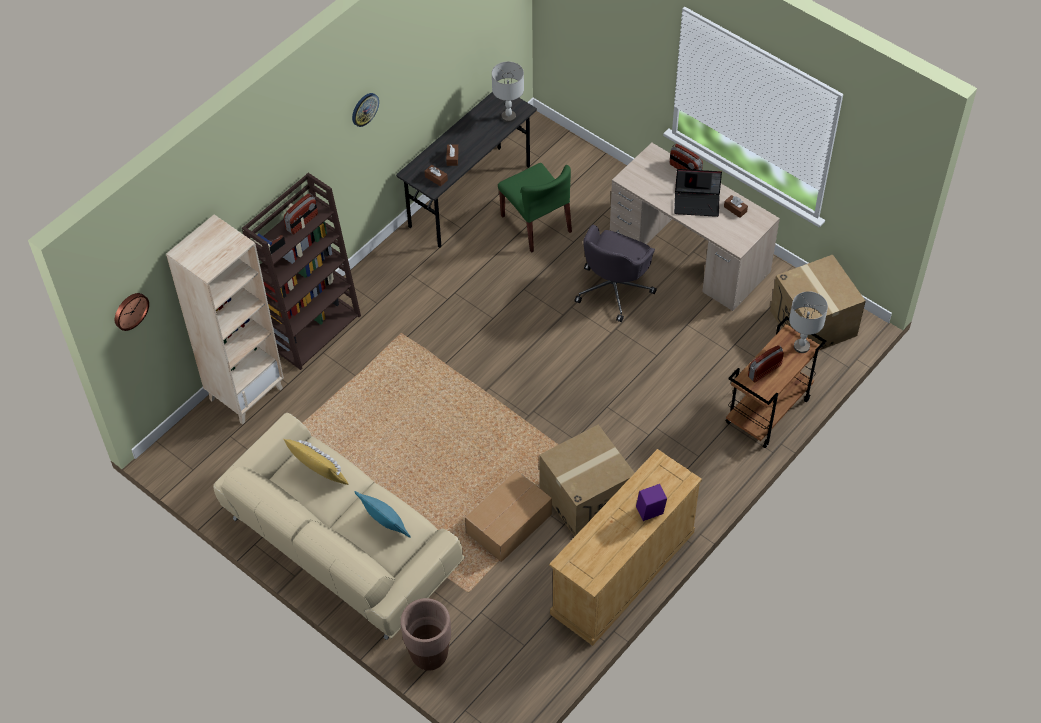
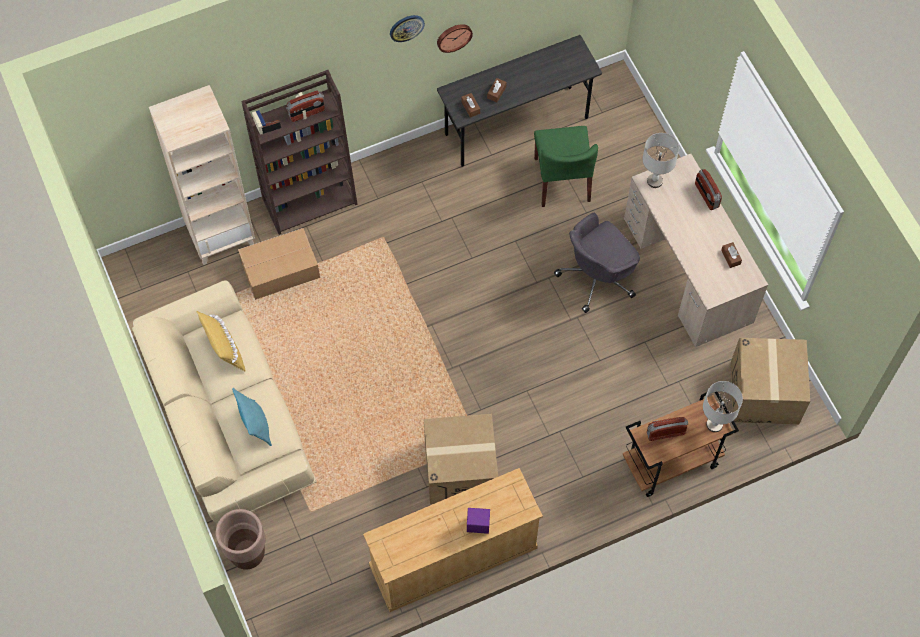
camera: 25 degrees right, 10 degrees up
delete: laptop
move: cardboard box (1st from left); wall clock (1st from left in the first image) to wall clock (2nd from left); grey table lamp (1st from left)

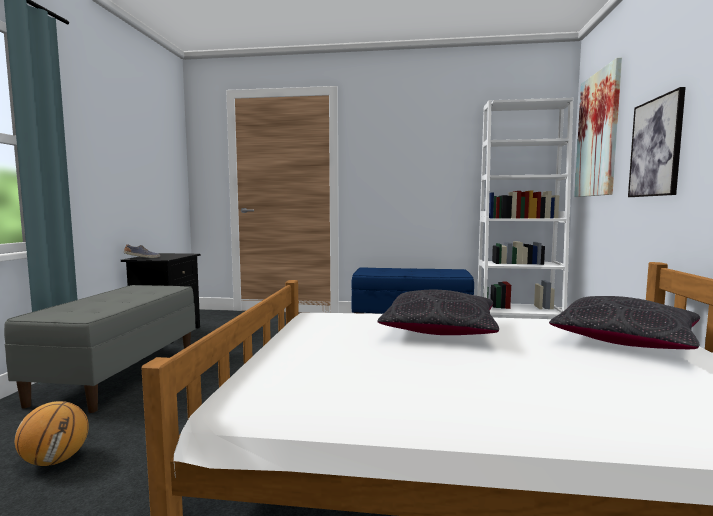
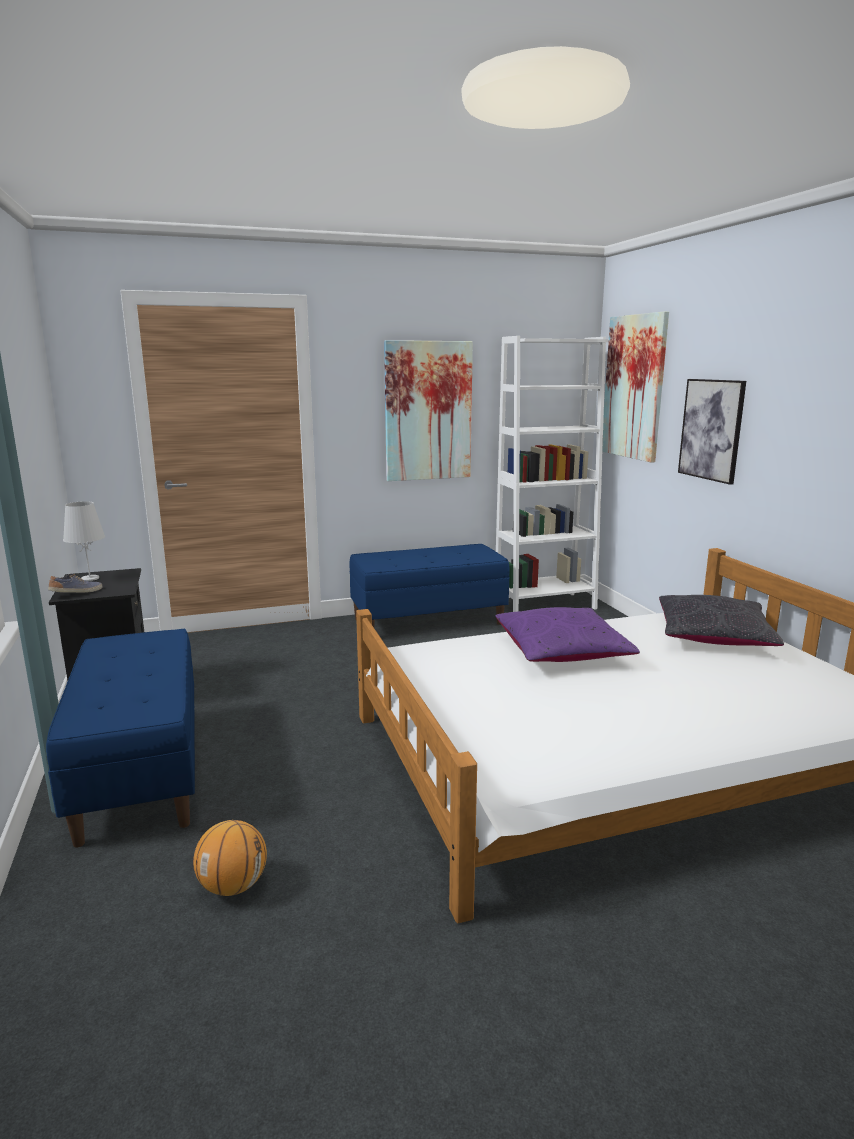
camera: 25 degrees left, 10 degrees up
insert: white table lamp; picture (1st from left)
recolor: grey bench to blue bench (1st from left); black pillow (1st from left) to purple pillow

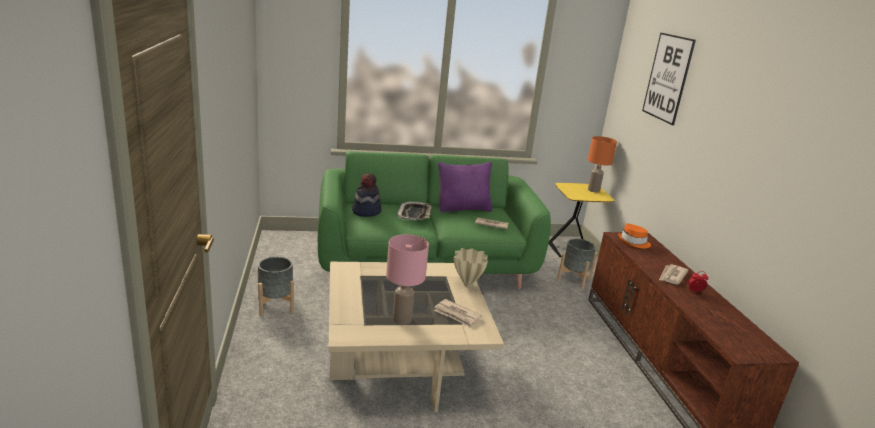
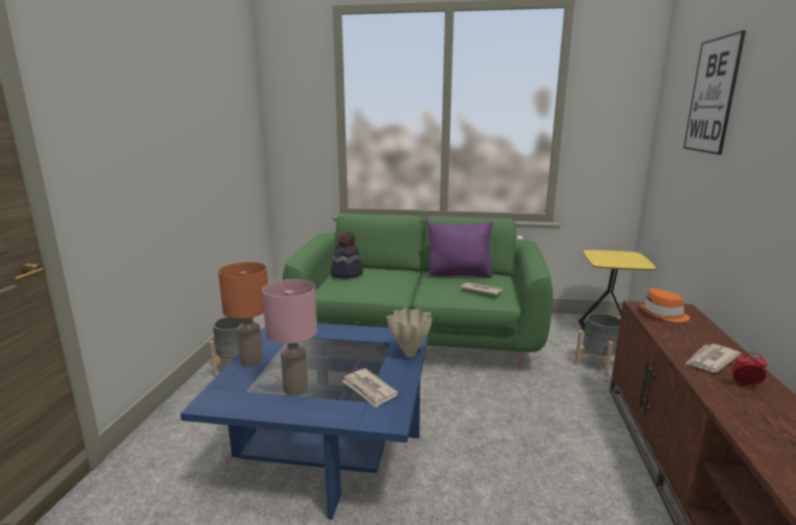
camera: 20 degrees right, 5 degrees down
delete: tray
move: orange table lamp
recolor: beige coffee table to blue coffee table

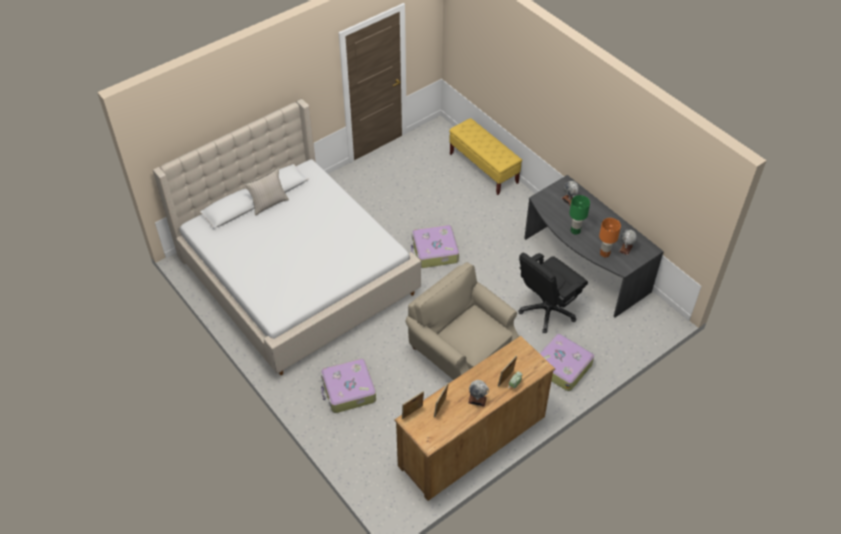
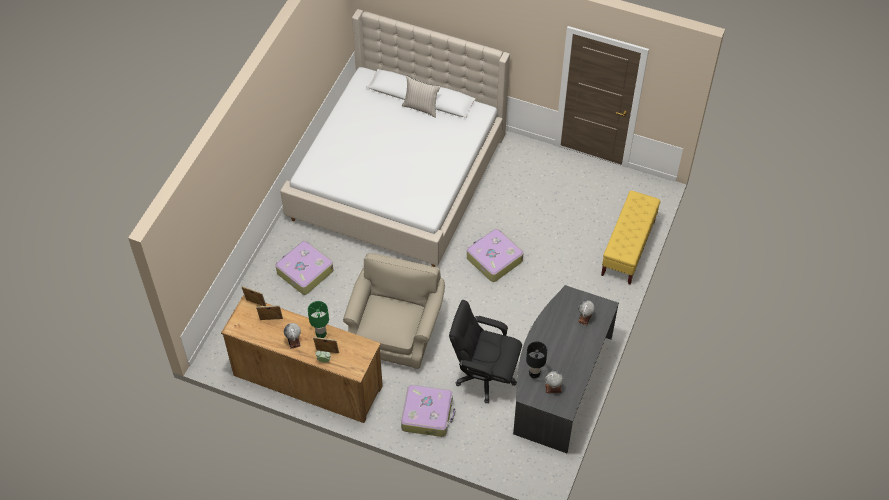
camera: 60 degrees right, 5 degrees up
move: green table lamp
recolor: orange table lamp to black table lamp

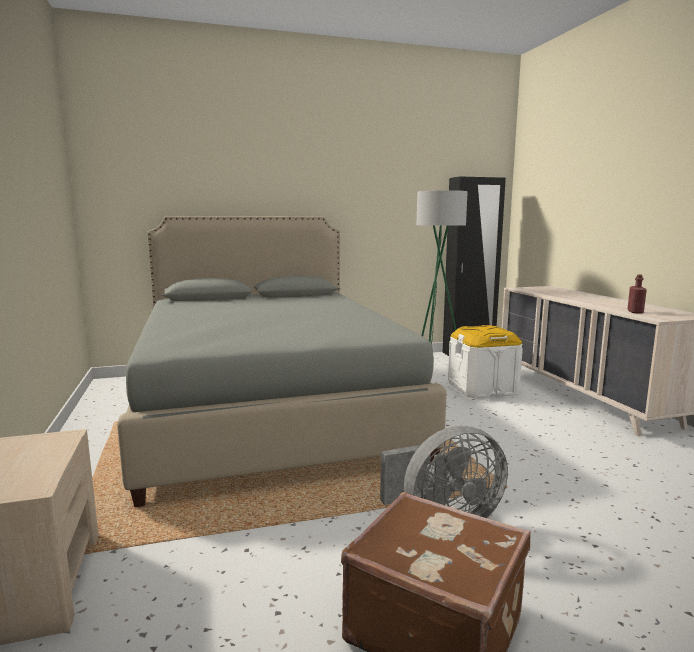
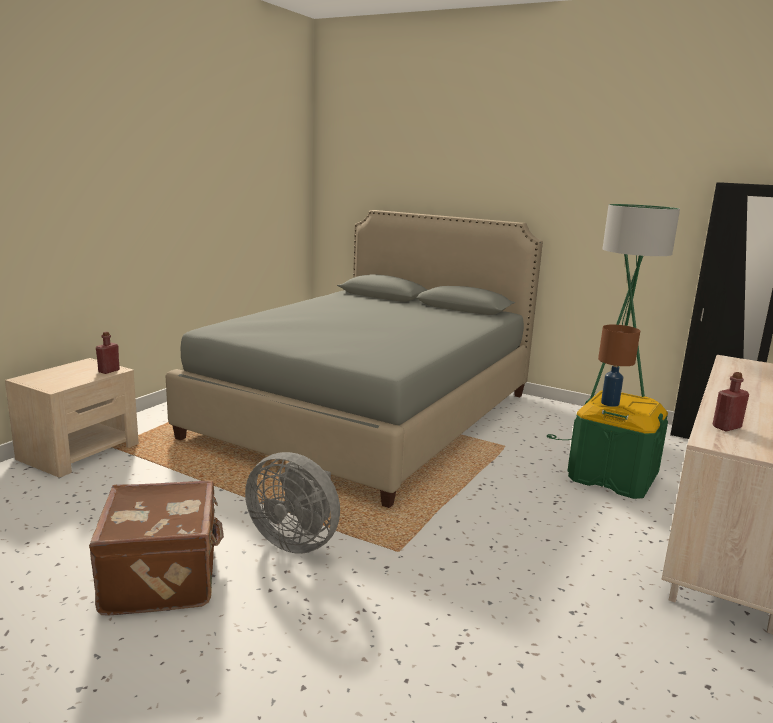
camera: 45 degrees right, 5 degrees up
insert: red bottle (1st from left); brown table lamp
recolor: white storage box to green storage box

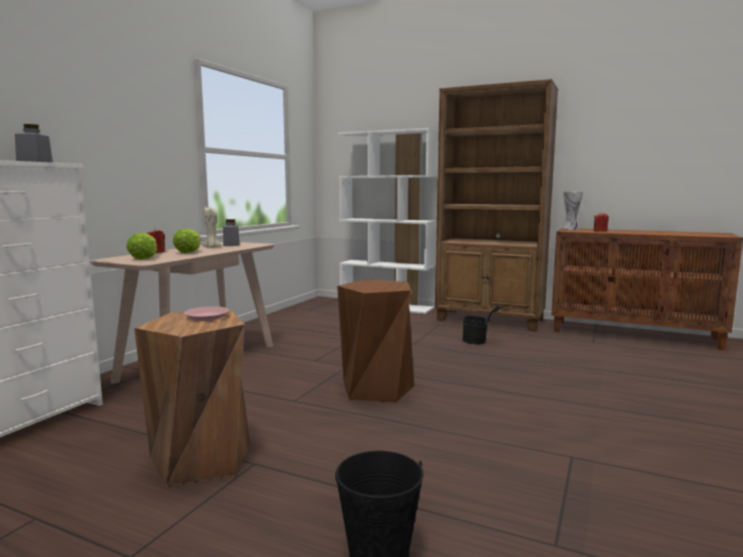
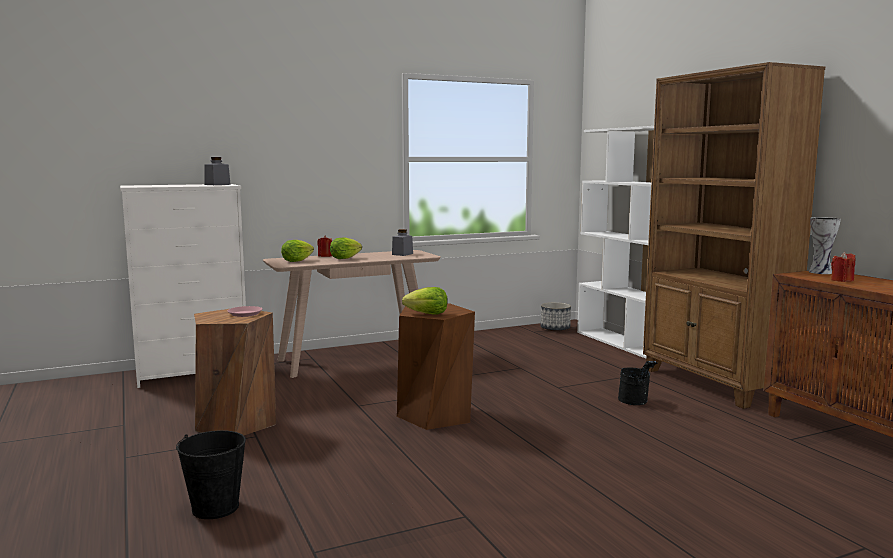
camera: 40 degrees right, 0 degrees up
delete: beige candle
insert: lettuce (3rd from left); planter

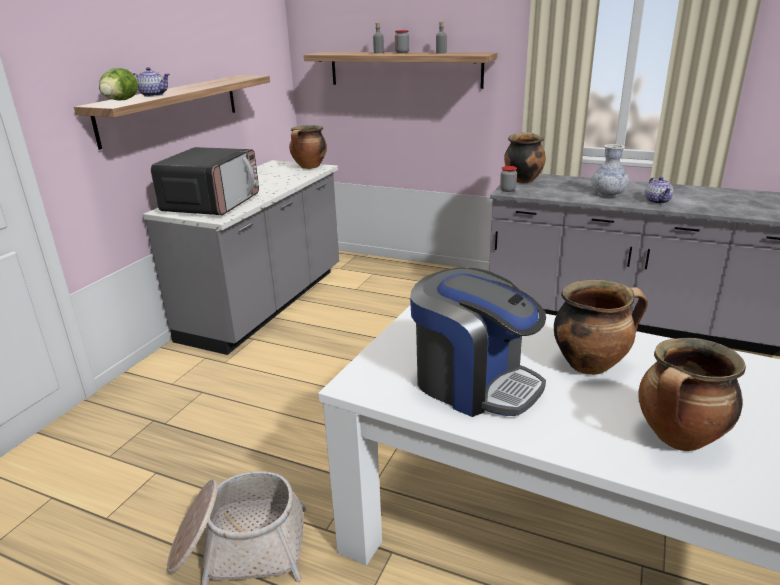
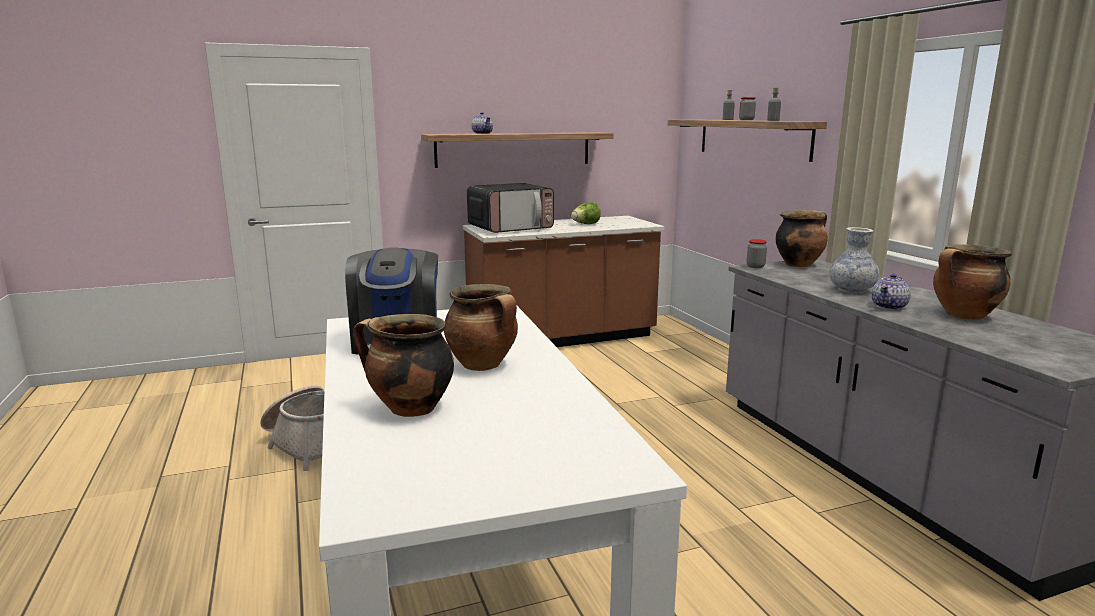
camera: 45 degrees right, 10 degrees down
move: lettuce; cooking pot (1st from left in the first image) to cooking pot (4th from left)
recolor: grey counter (1st from left) to brown counter

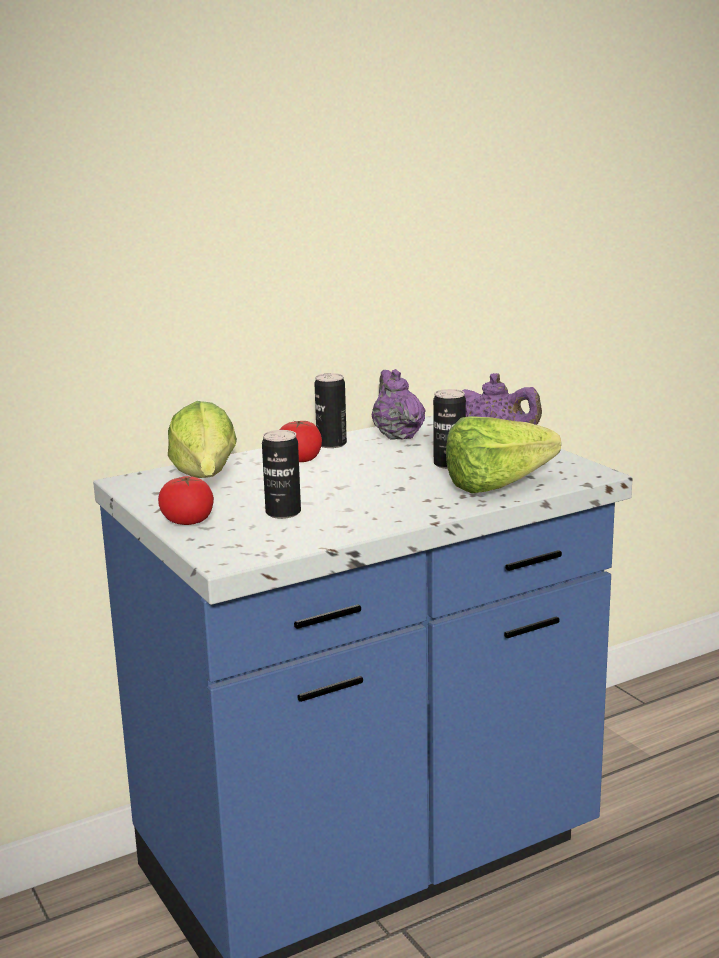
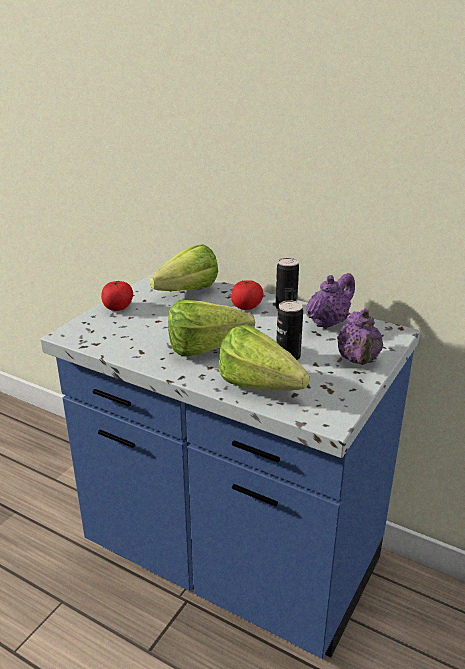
camera: 60 degrees right, 10 degrees up
delete: can (1st from left)
insert: lettuce (2nd from left)

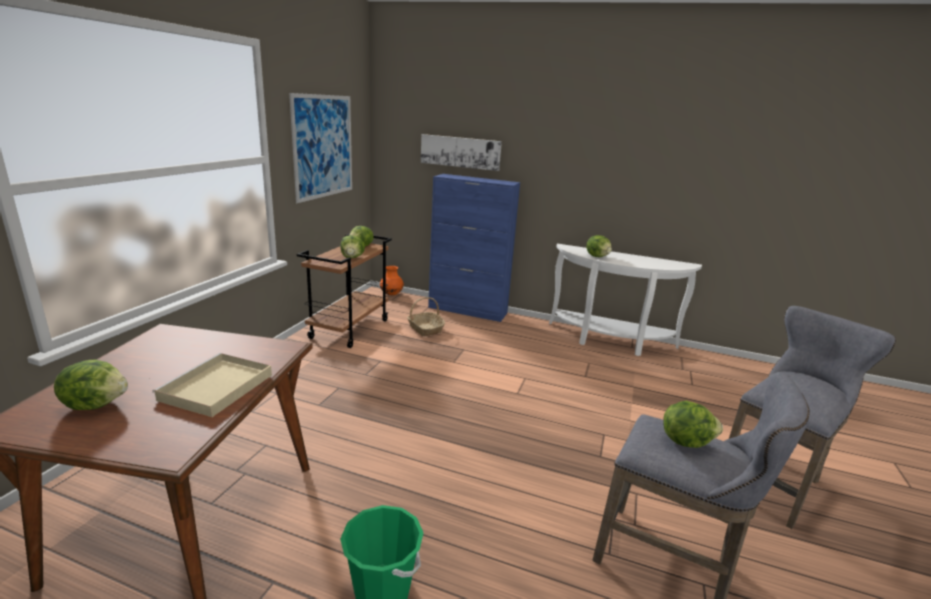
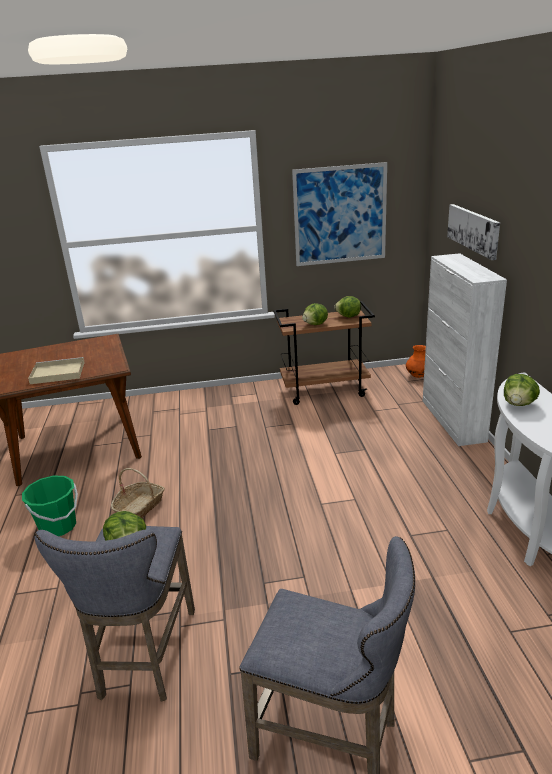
camera: 65 degrees right, 5 degrees up
delete: lettuce (1st from left)
move: basket
recolor: blue cabinet to white cabinet

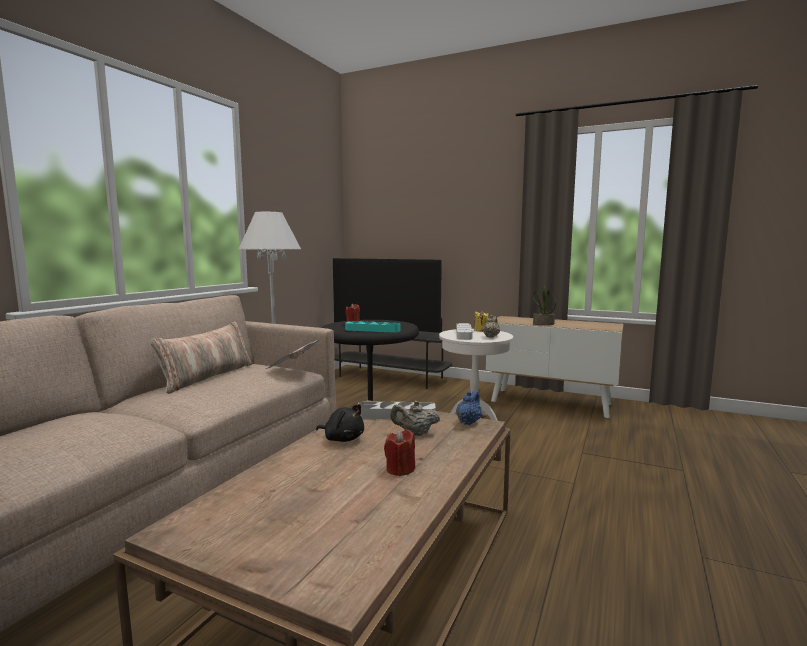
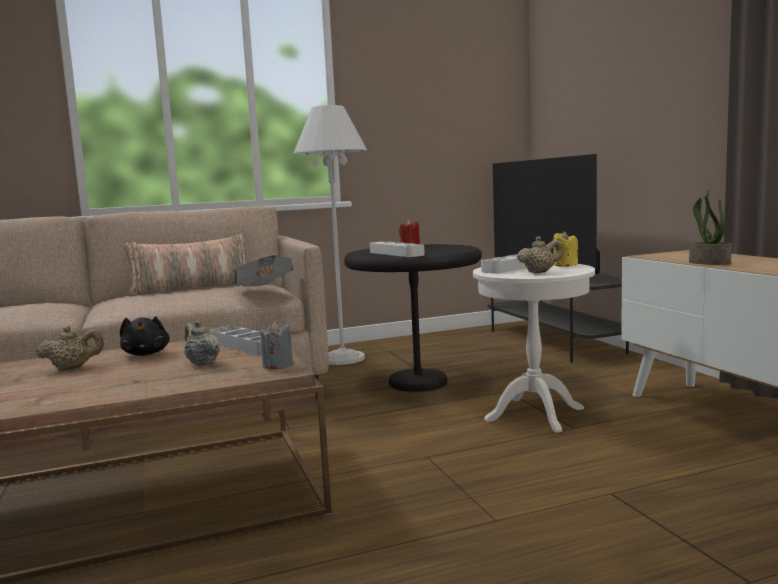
camera: 45 degrees right, 0 degrees up
delete: red candle (2nd from left)
insert: beige teapot (1st from left)
replace: blue teapot to grey candle
recolor: turquoise tray to grey tray (2nd from left)

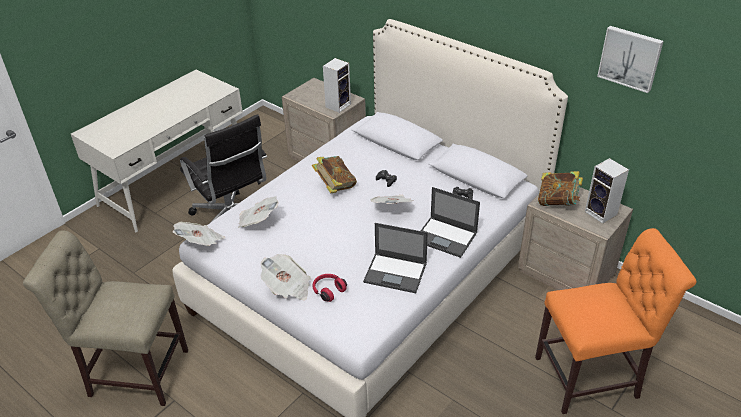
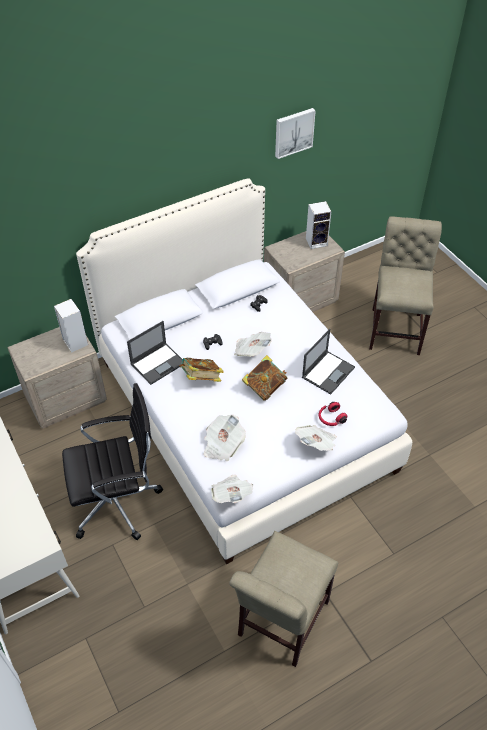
camera: 70 degrees left, 10 degrees up
move: laptop (2nd from left in the first image) to laptop (1st from left); book (2nd from left)
recolor: orange chair to beige chair (2nd from left)

